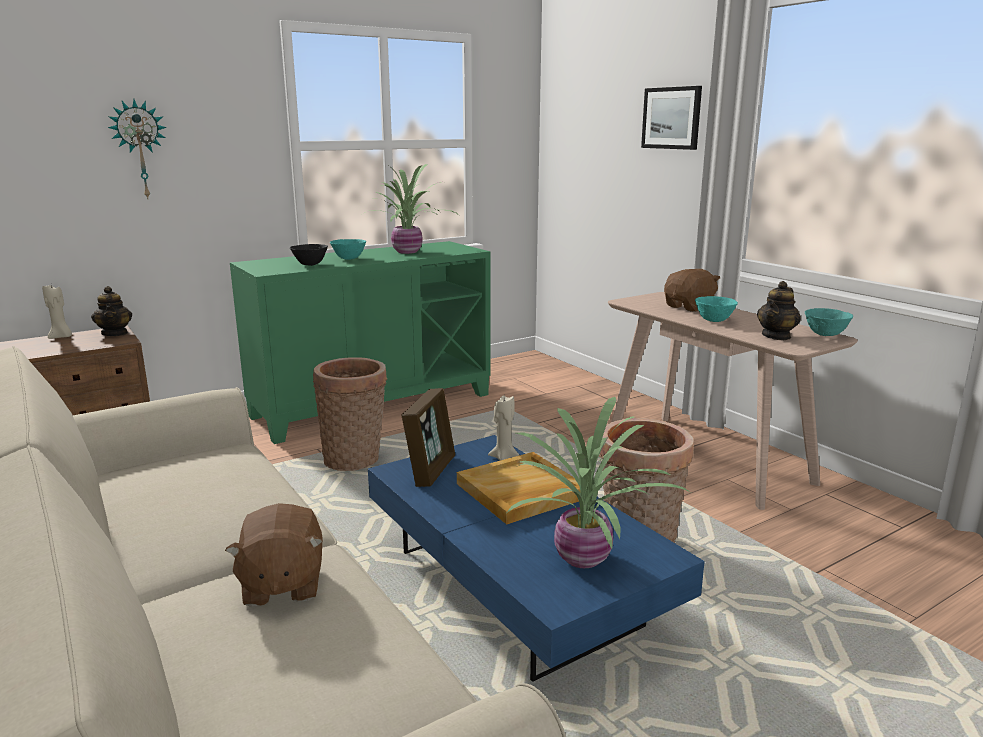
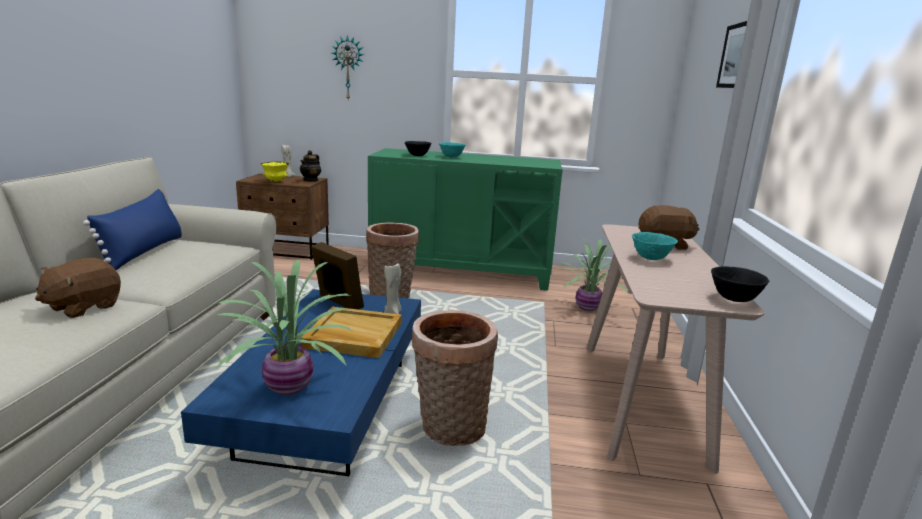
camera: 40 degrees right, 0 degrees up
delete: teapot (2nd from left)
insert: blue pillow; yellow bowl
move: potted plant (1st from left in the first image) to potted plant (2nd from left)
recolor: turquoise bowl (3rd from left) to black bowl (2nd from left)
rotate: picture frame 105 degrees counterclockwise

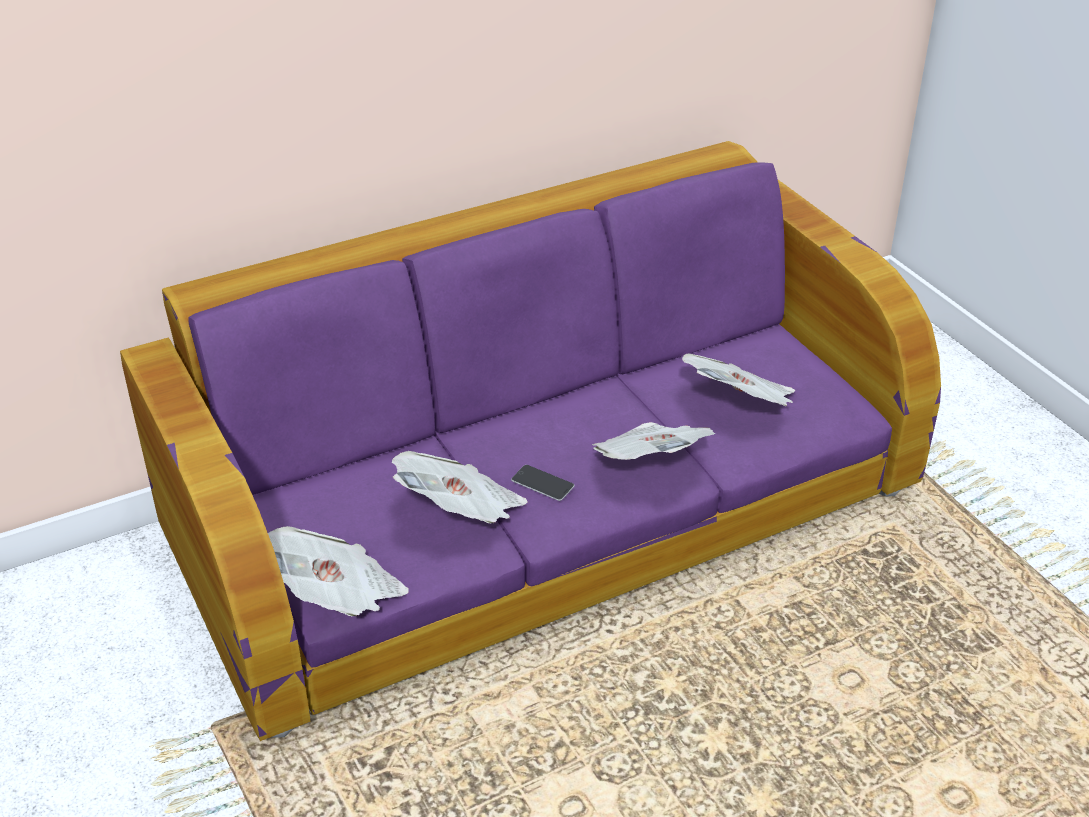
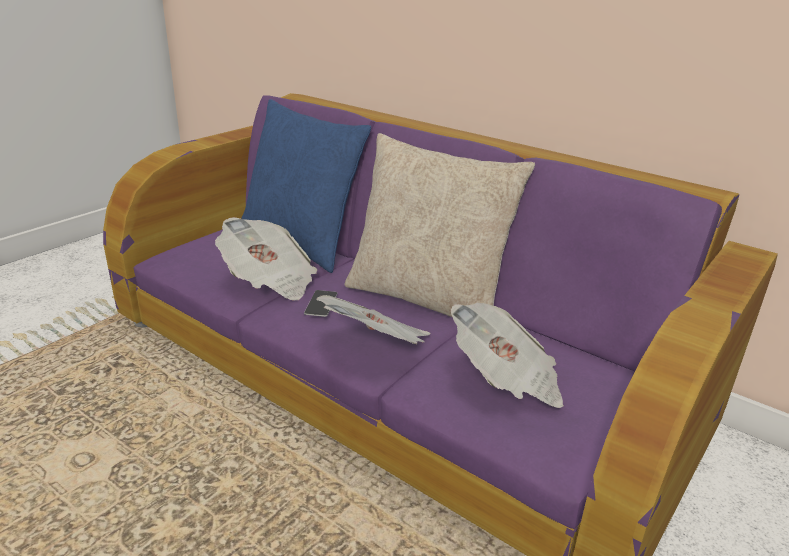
camera: 65 degrees right, 10 degrees down
delete: newspaper (1st from left)
insert: blue pillow; beige pillow

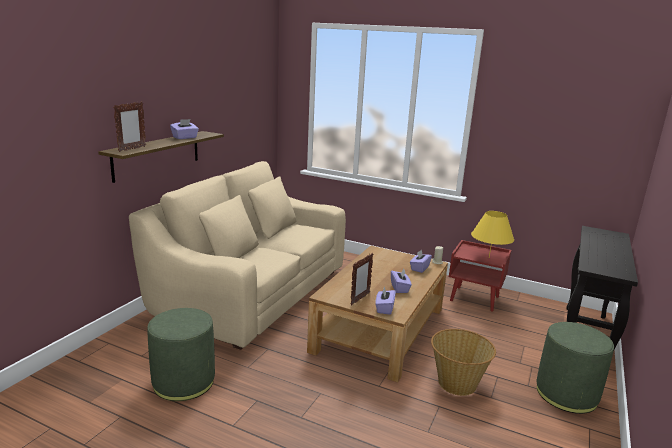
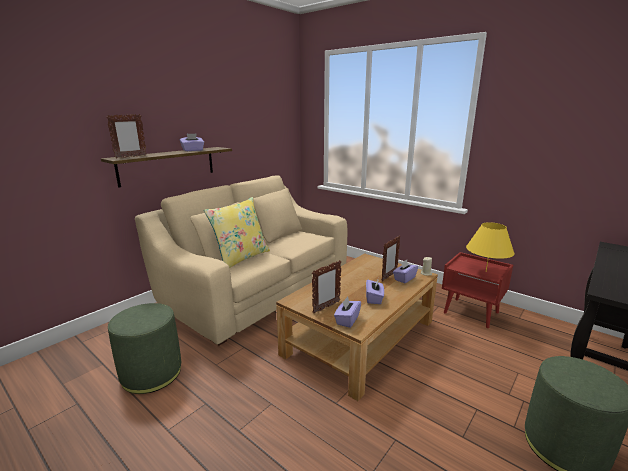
camera: 15 degrees right, 0 degrees up
delete: basket
insert: yellow pillow; picture frame (3rd from left)

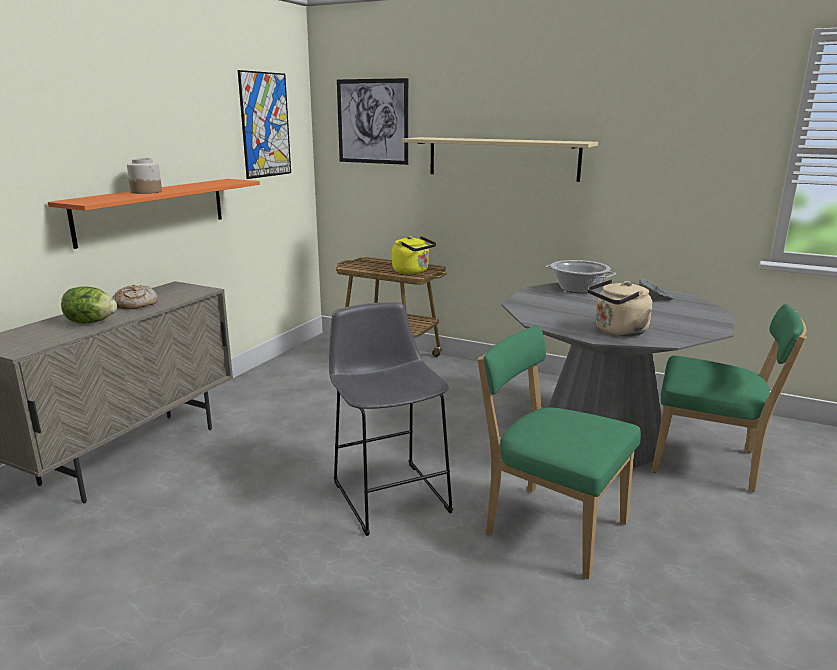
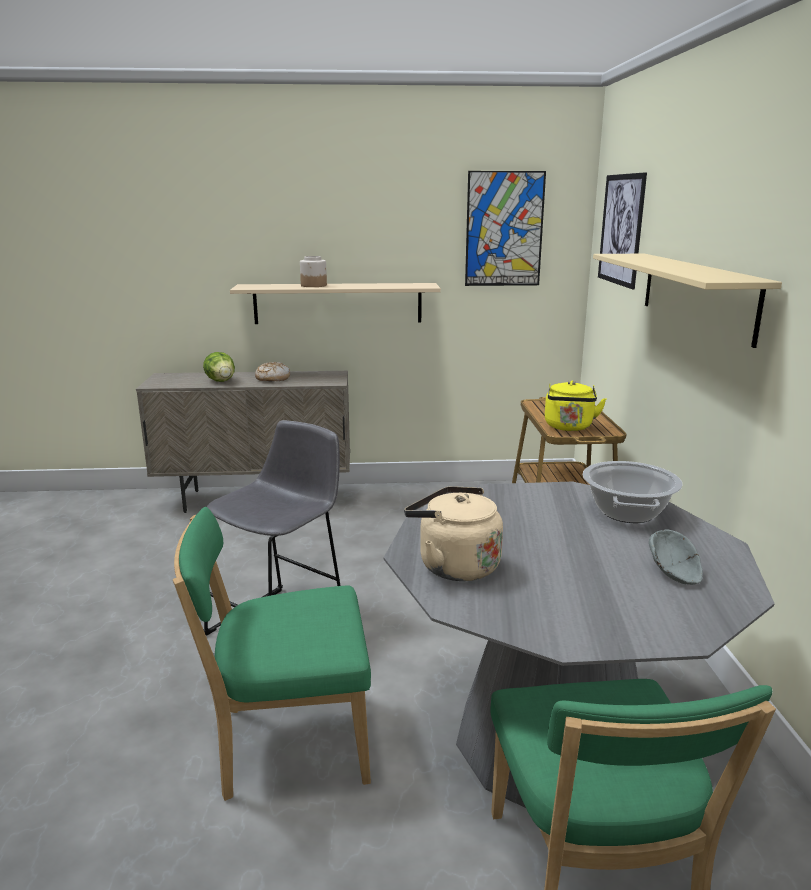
camera: 60 degrees right, 0 degrees up
recolor: orange shelf to beige shelf (1st from left)
rotate: green chair (1st from left) 105 degrees counterclockwise

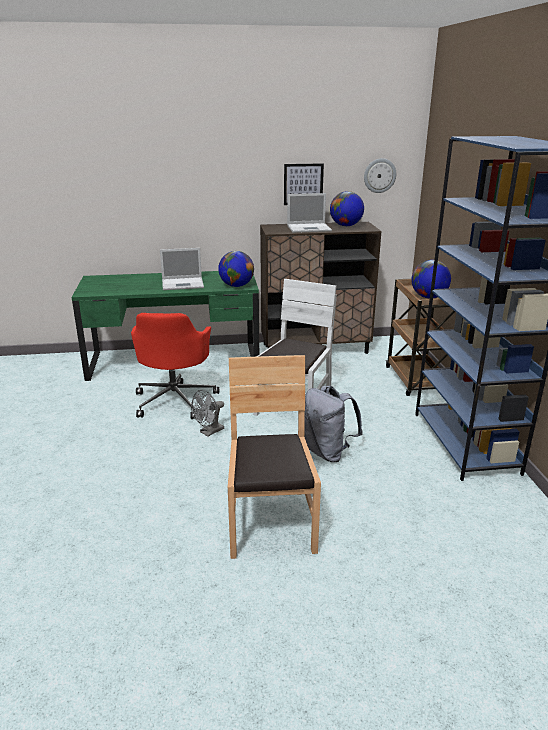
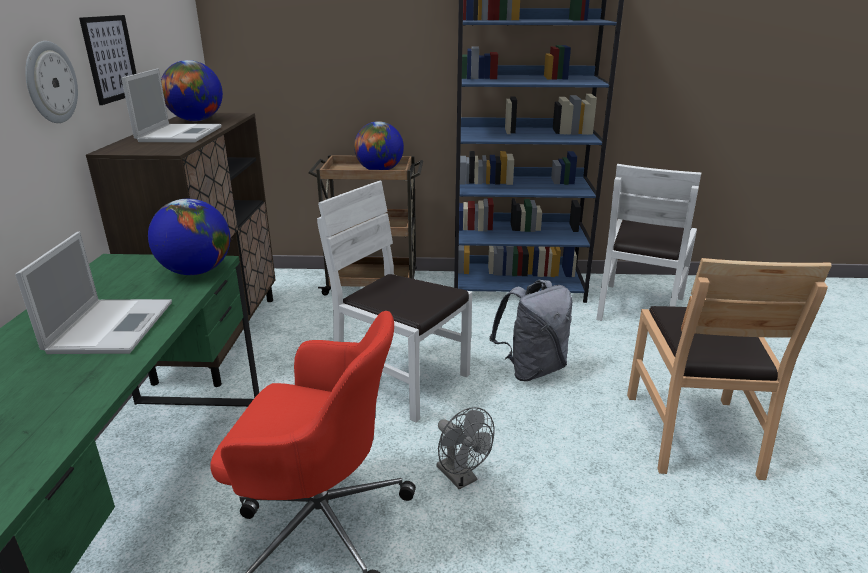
camera: 80 degrees left, 0 degrees up
insert: white chair (2nd from left)
move: wall clock
rotate: brown chair 90 degrees counterclockwise

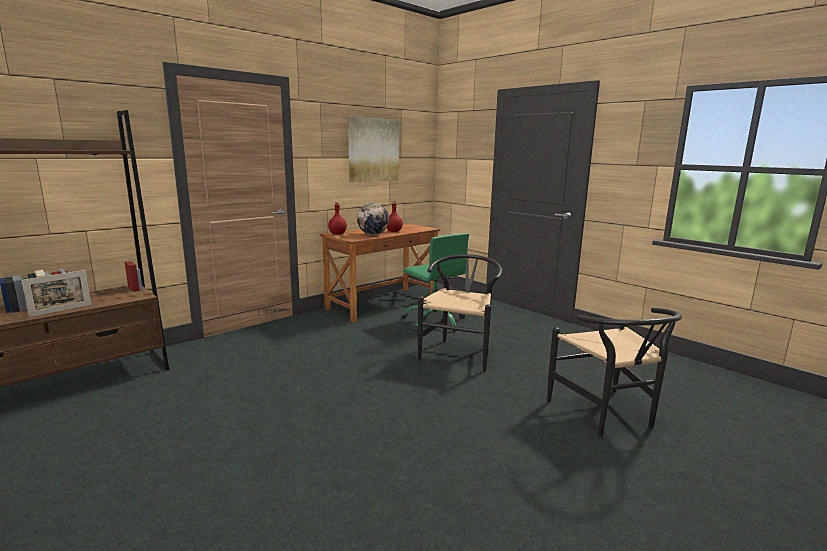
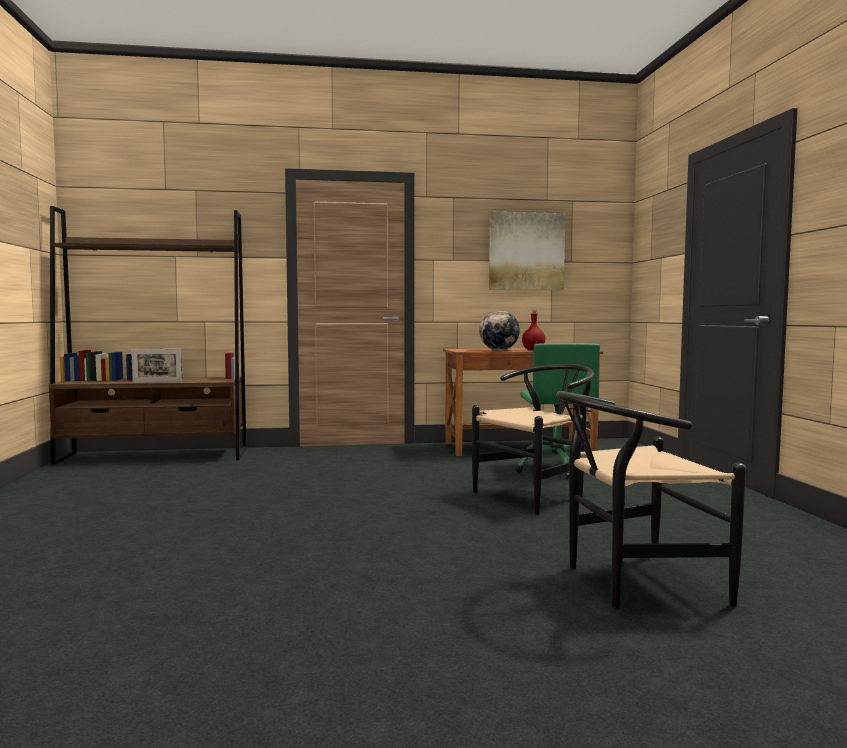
camera: 35 degrees right, 10 degrees down
delete: red bottle (1st from left)
rotate: black chair (2nd from left) 60 degrees clockwise

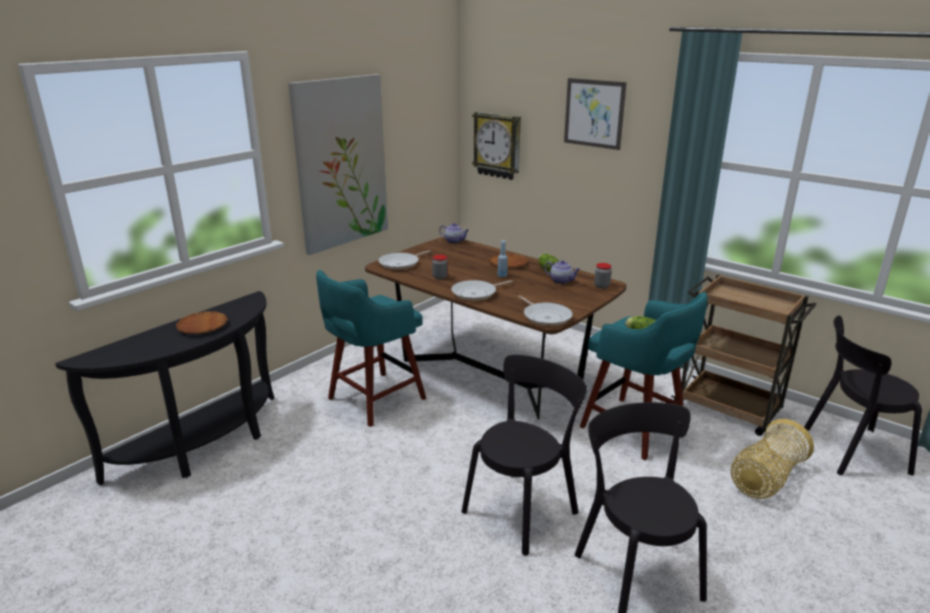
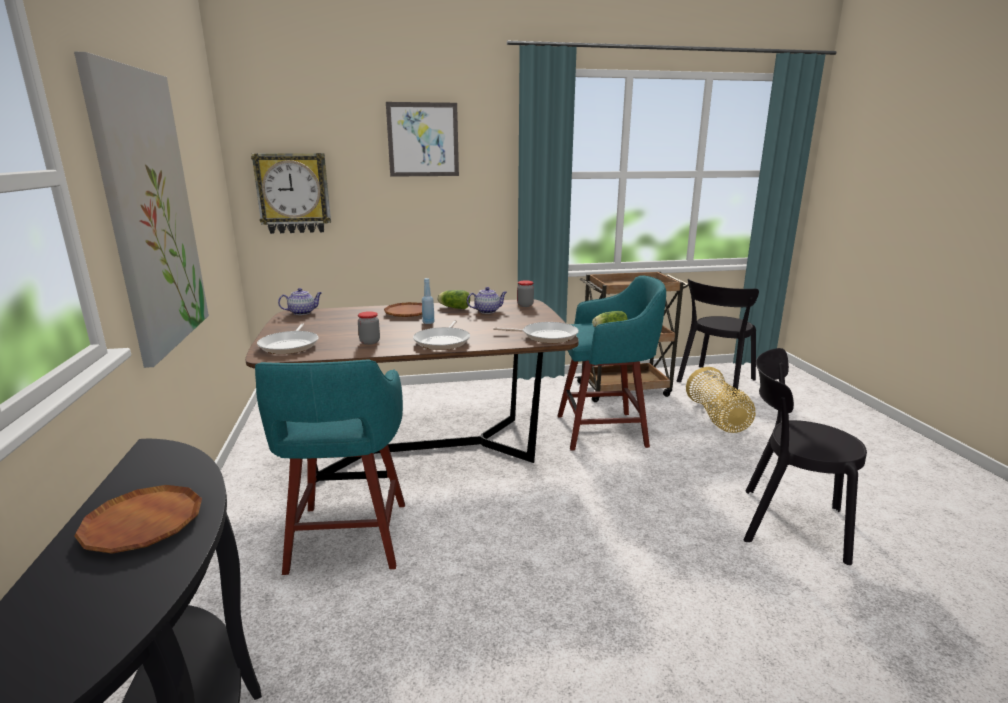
camera: 50 degrees left, 5 degrees down
delete: black chair (1st from left)

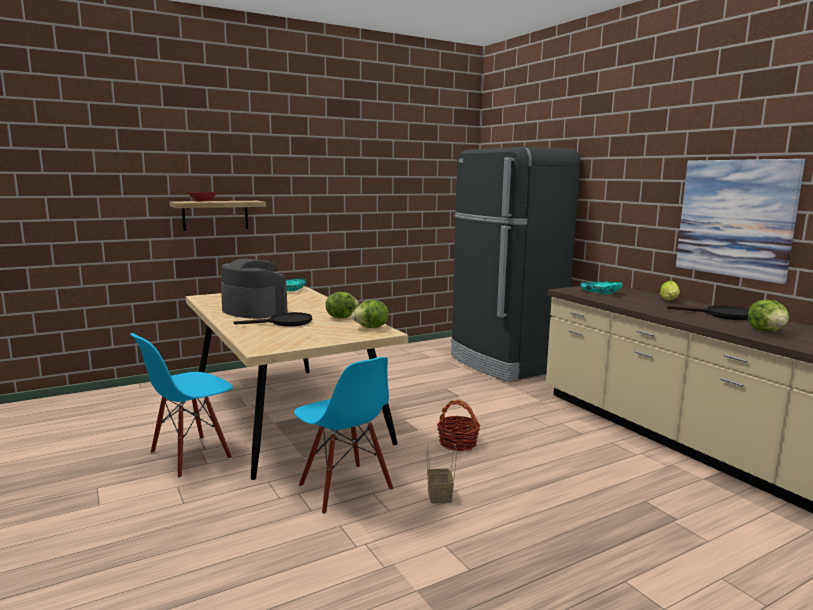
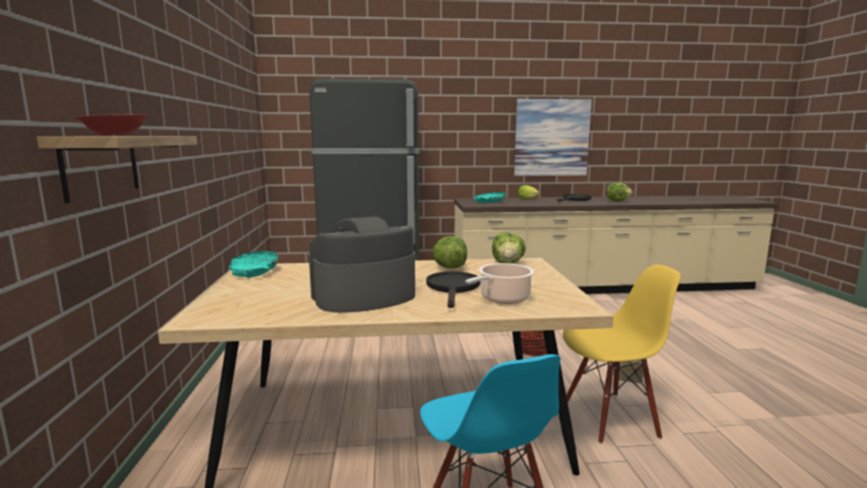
camera: 65 degrees left, 0 degrees up
insert: cooking pot
recolor: blue chair (2nd from left) to yellow chair

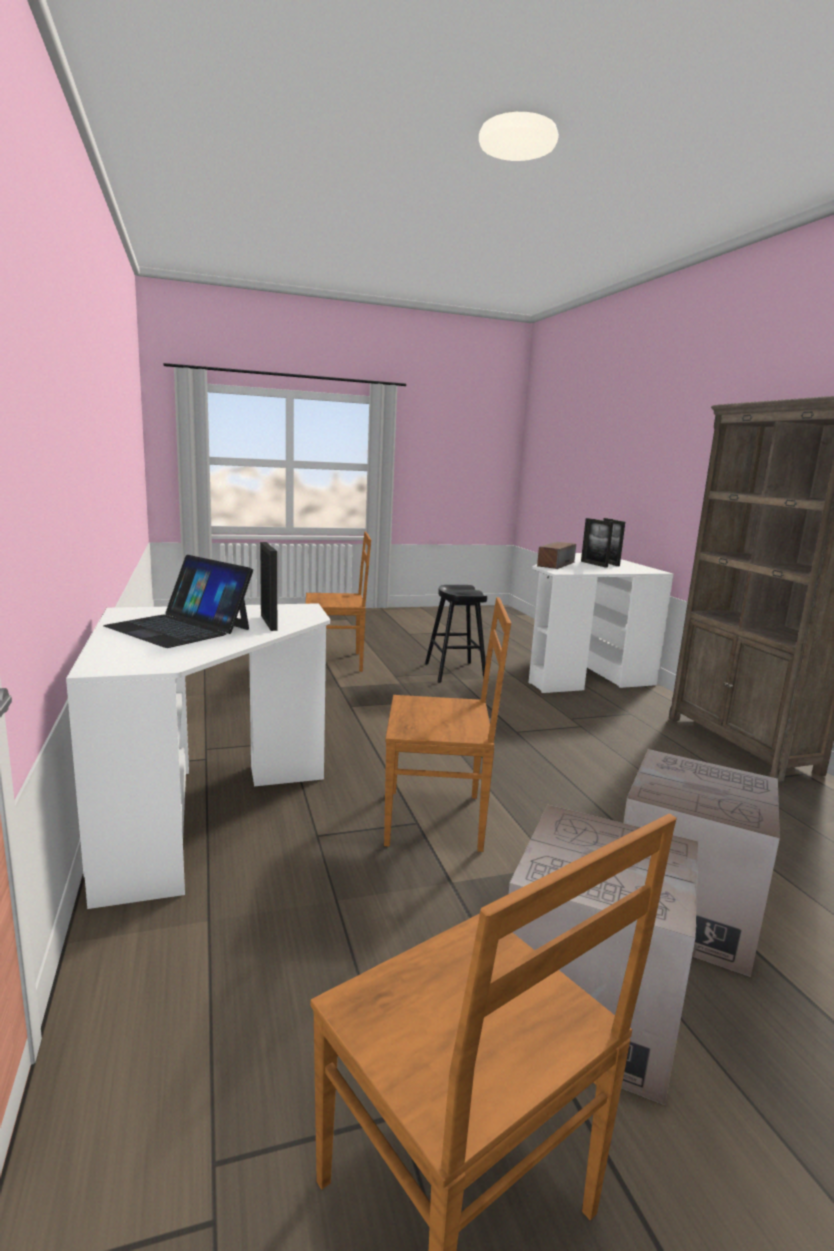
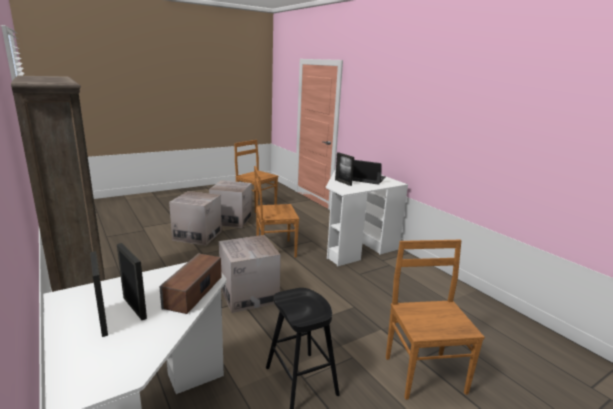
camera: 165 degrees right, 5 degrees up
insert: cardboard box (3rd from left)
rotate: brown chair (1st from left in the first image) 105 degrees clockwise

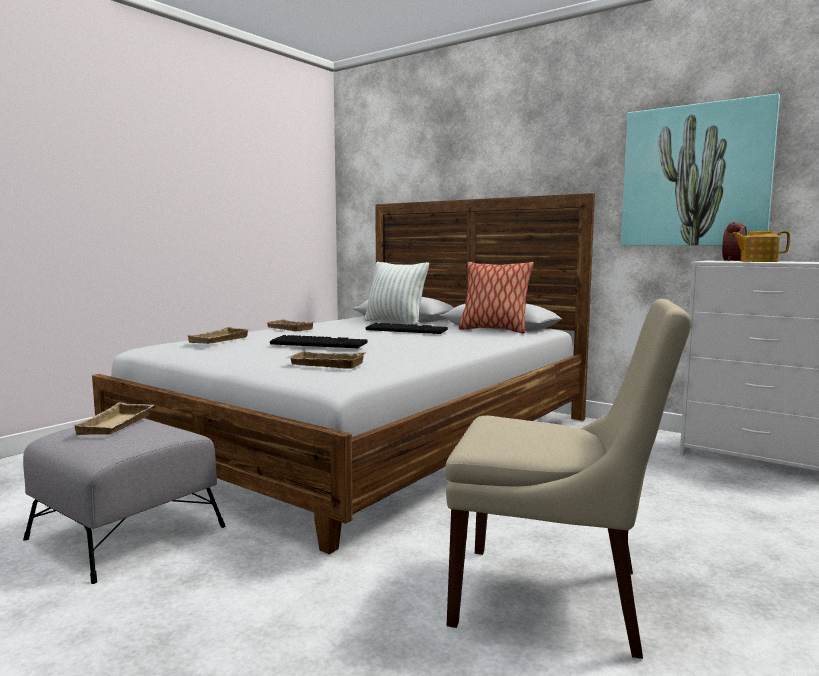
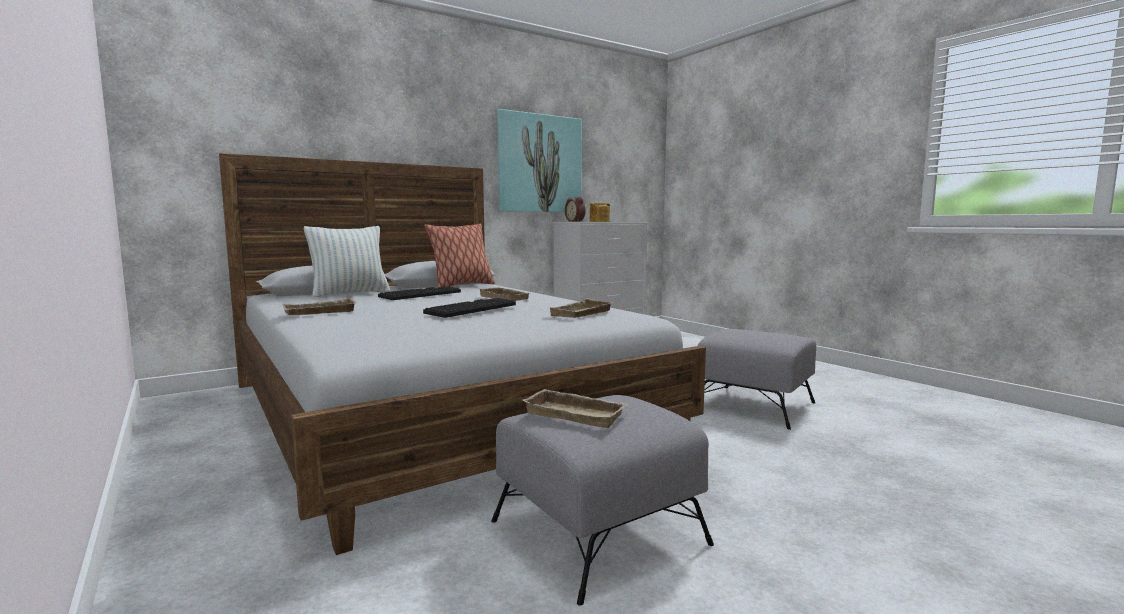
camera: 70 degrees left, 0 degrees up
move: beige tray (2nd from left)
replace: beige chair to grey ottoman (2nd from left)

